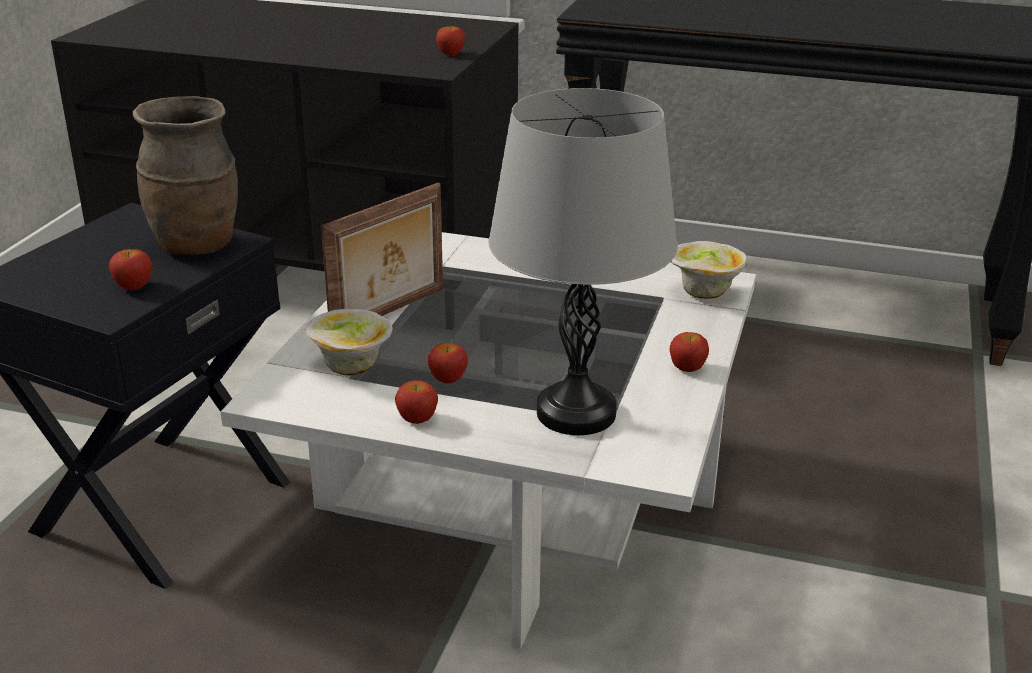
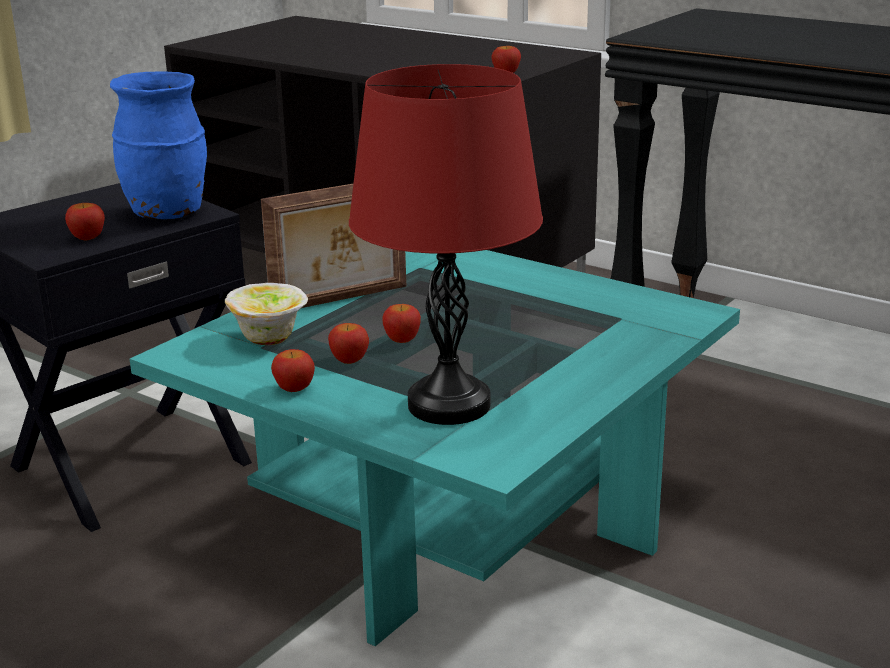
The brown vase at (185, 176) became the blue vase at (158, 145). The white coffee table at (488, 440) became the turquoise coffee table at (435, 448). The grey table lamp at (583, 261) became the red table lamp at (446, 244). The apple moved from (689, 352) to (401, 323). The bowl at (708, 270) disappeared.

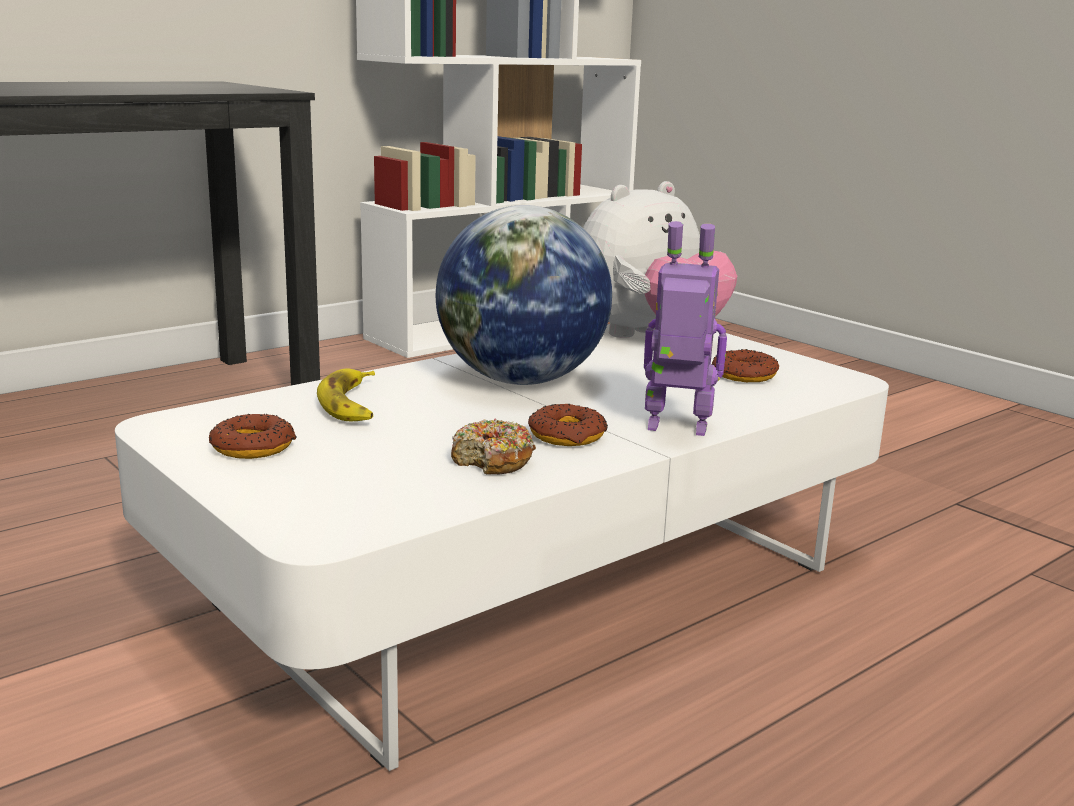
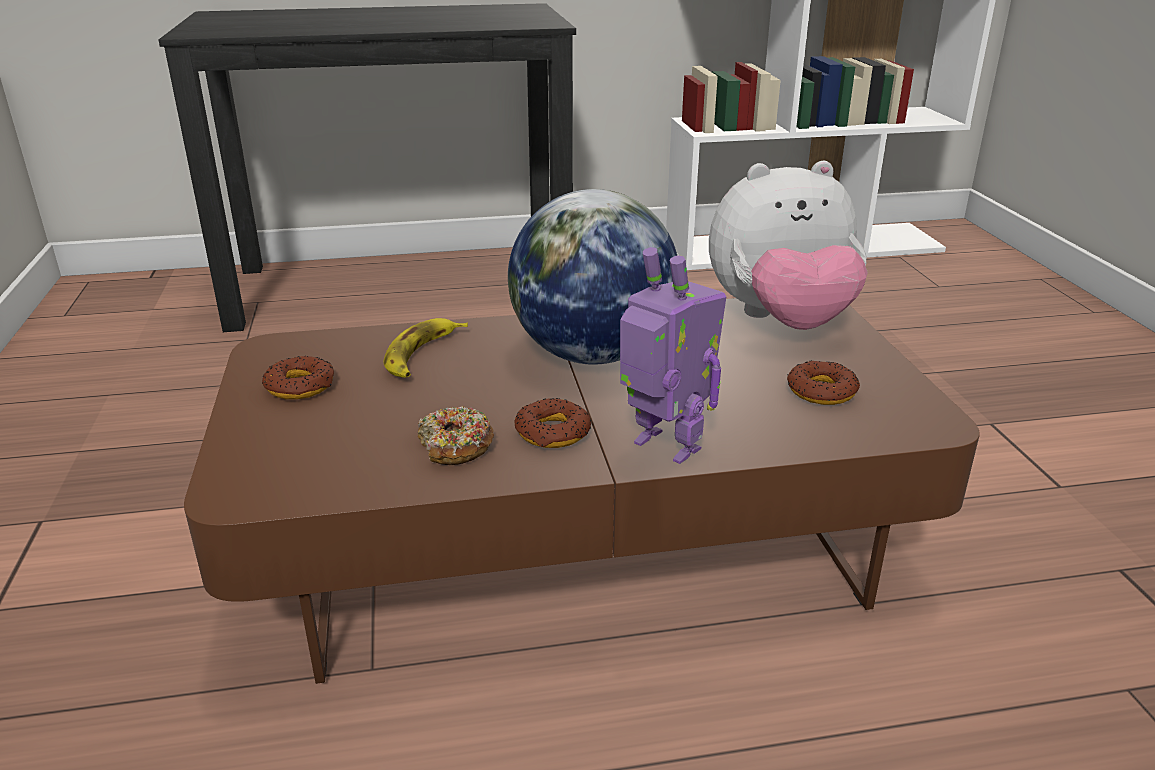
The white coffee table at (502, 547) became the brown coffee table at (582, 491).

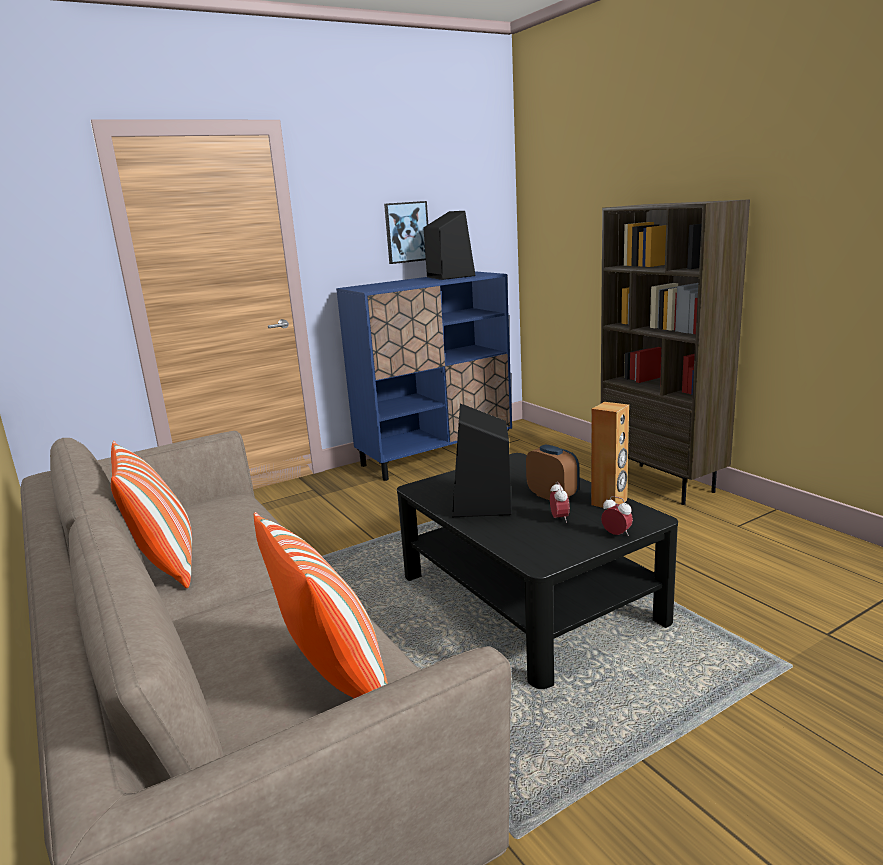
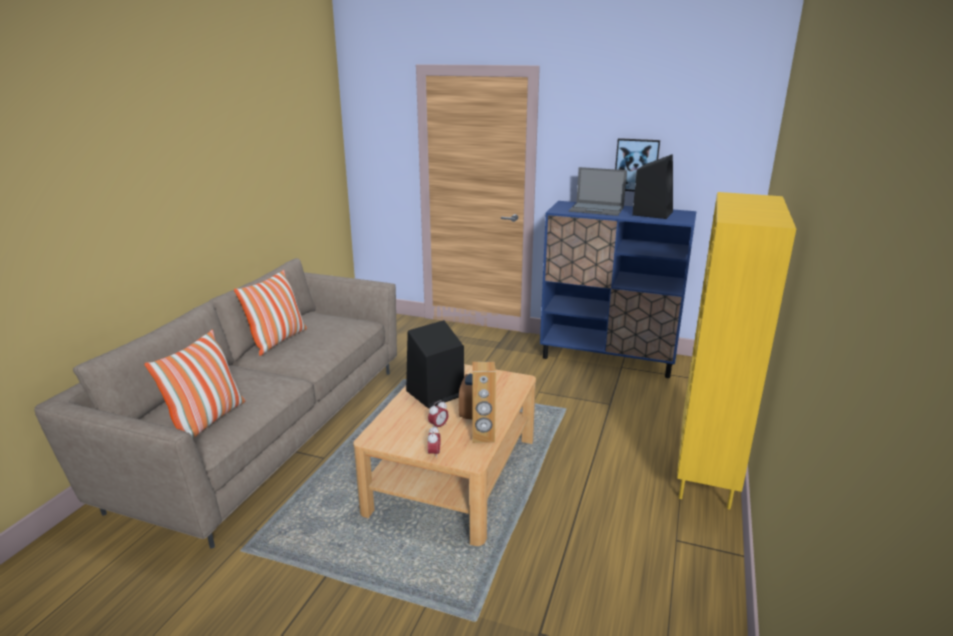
The black coffee table at (537, 571) became the beige coffee table at (444, 455). The brown bookcase at (675, 352) became the yellow bookcase at (736, 351). The laptop at (598, 191) appeared.

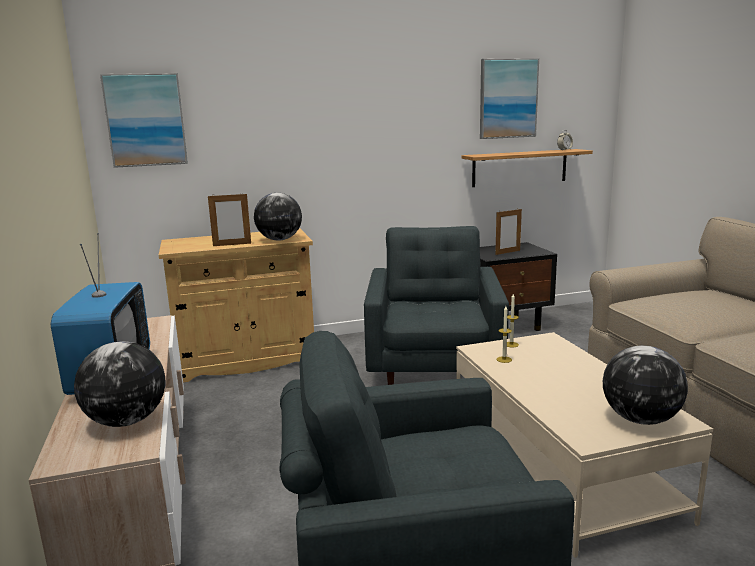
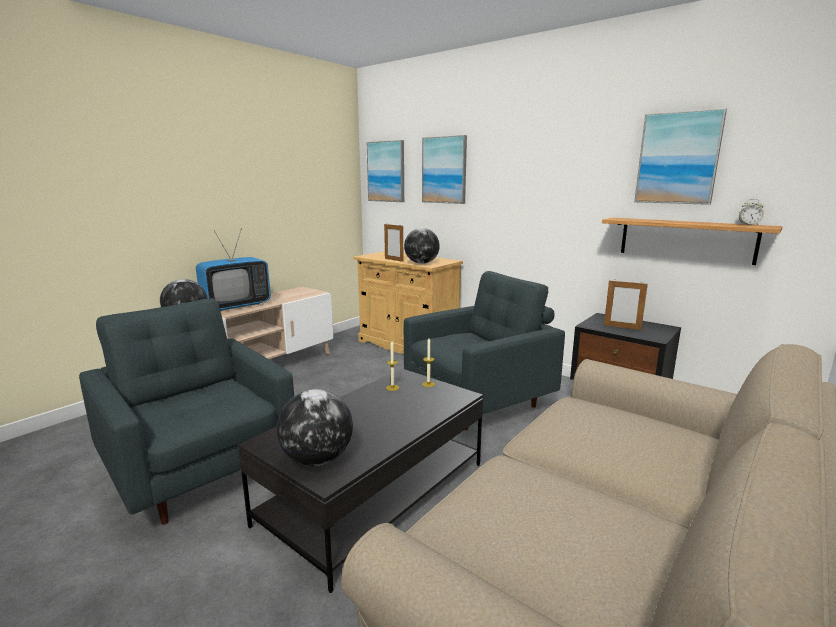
The beige coffee table at (584, 445) became the black coffee table at (360, 481). The picture at (444, 169) appeared.

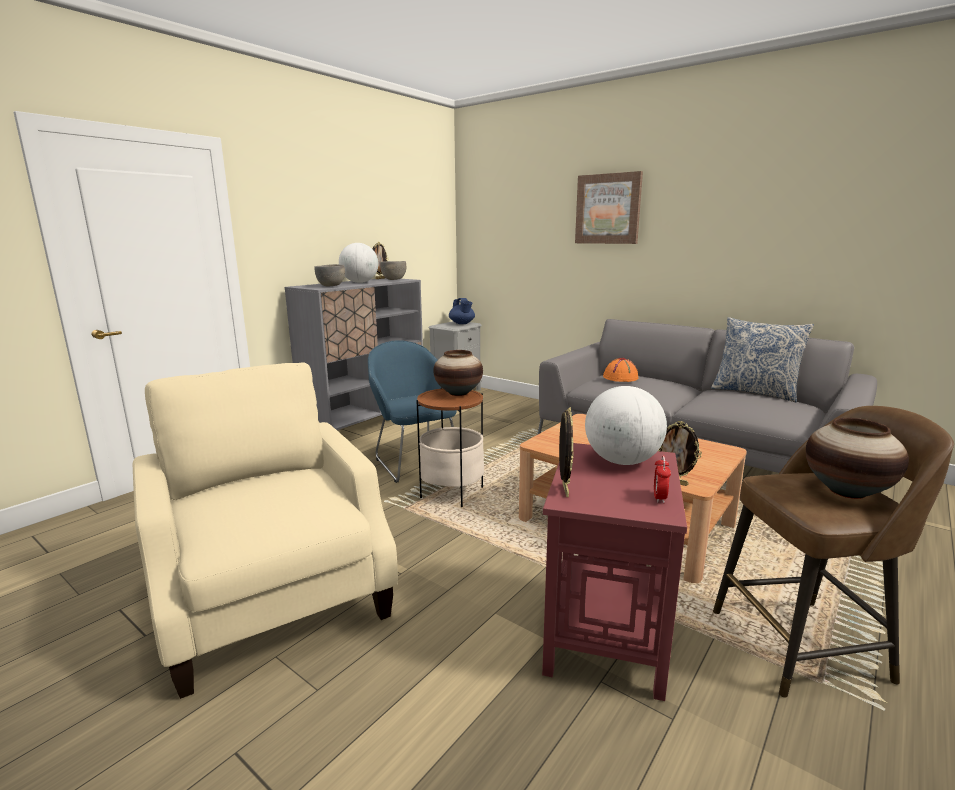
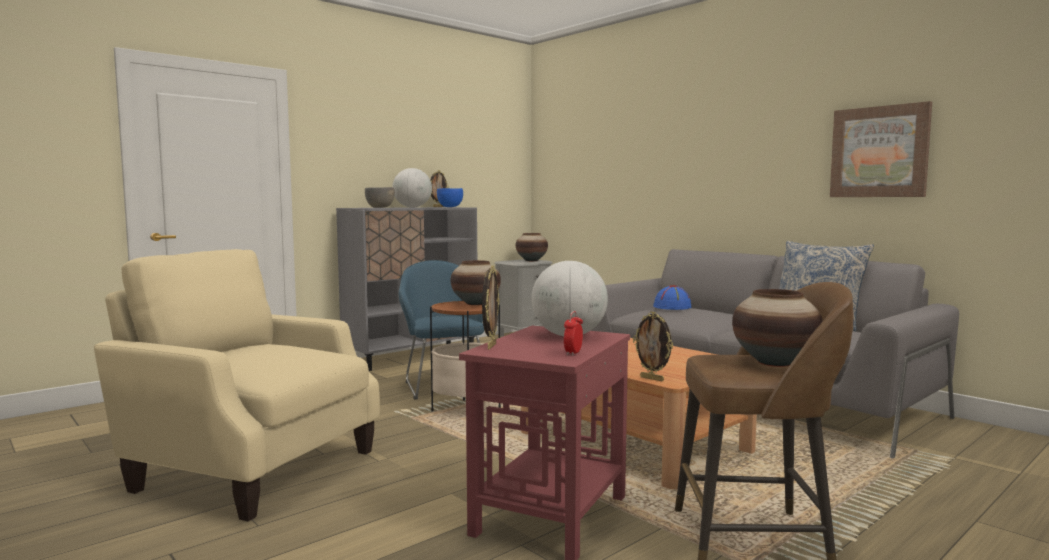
The beige armchair at (265, 530) turned 45 degrees counterclockwise. The grey bowl at (393, 270) became the blue bowl at (450, 197). The blue teapot at (462, 311) was replaced by the vase at (532, 247). The picture moved from (609, 207) to (881, 149). The orange hat at (620, 370) became the blue hat at (672, 297).

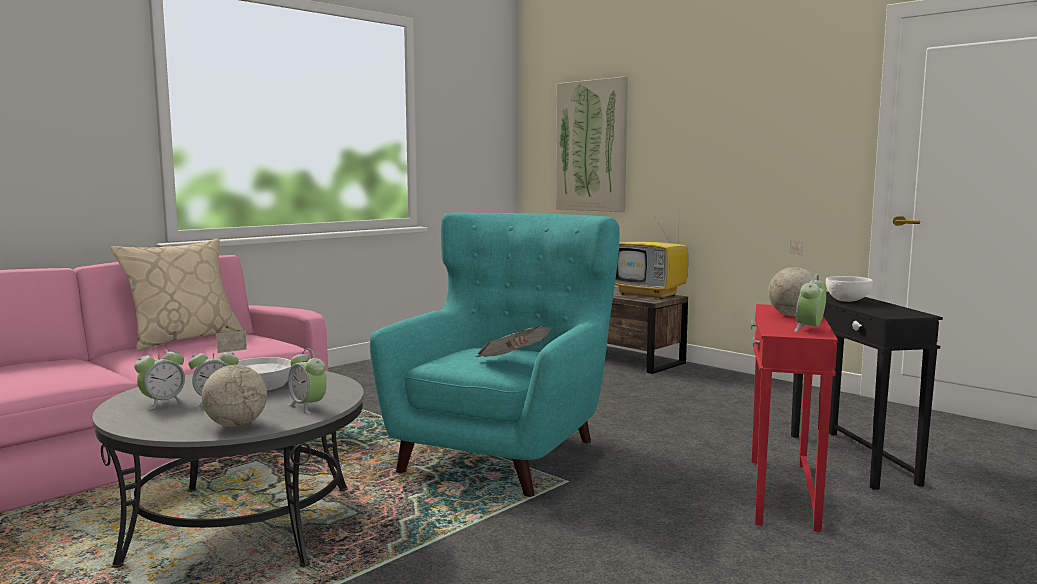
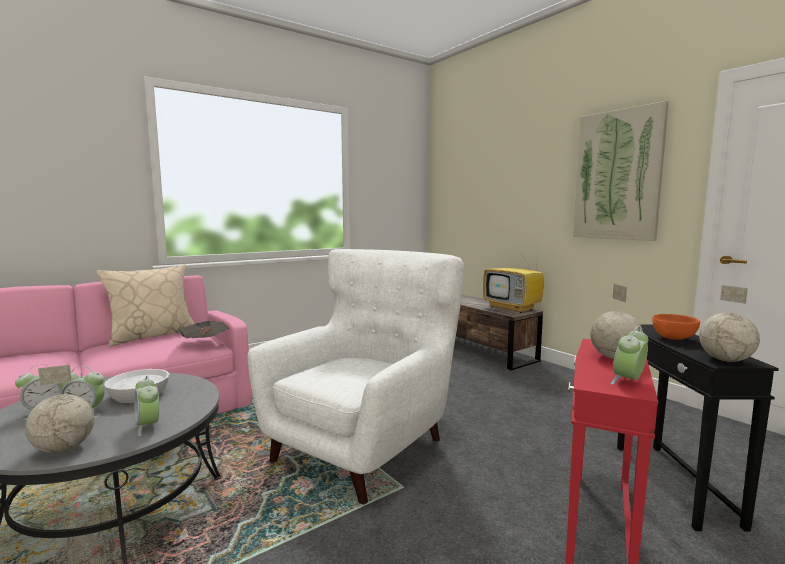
The turquoise armchair at (495, 355) became the white armchair at (355, 376). The newspaper moved from (513, 341) to (203, 329). The picture moved from (592, 144) to (621, 171). The white bowl at (849, 289) became the orange bowl at (676, 327). The globe at (729, 323) appeared.

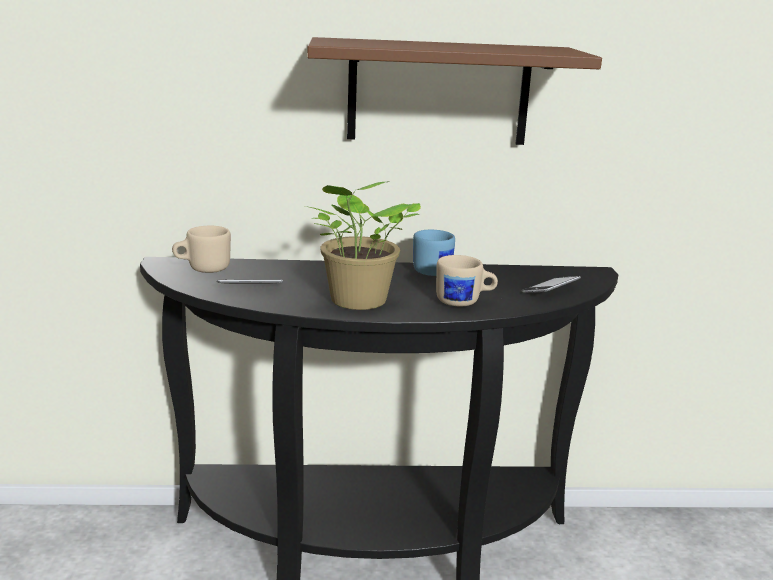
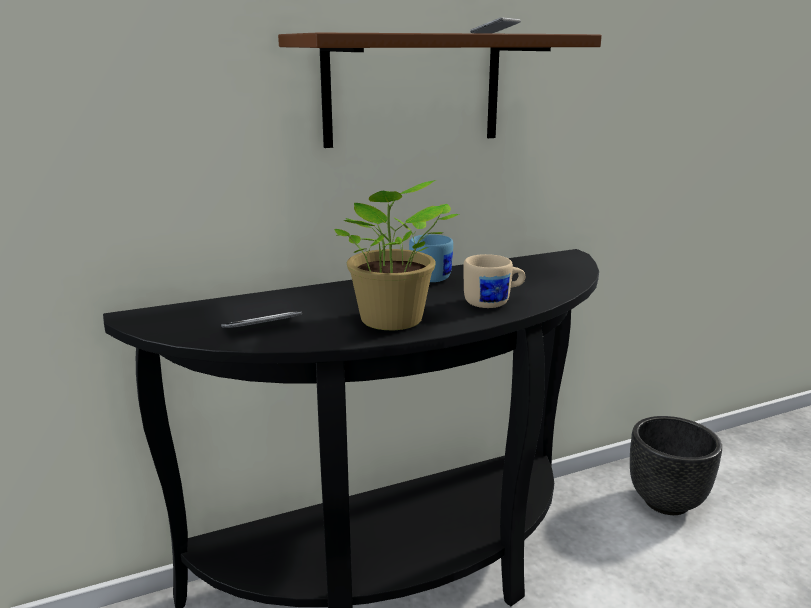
The beige mug at (201, 249) disappeared. The phone moved from (551, 284) to (495, 25). The black planter at (676, 465) appeared.

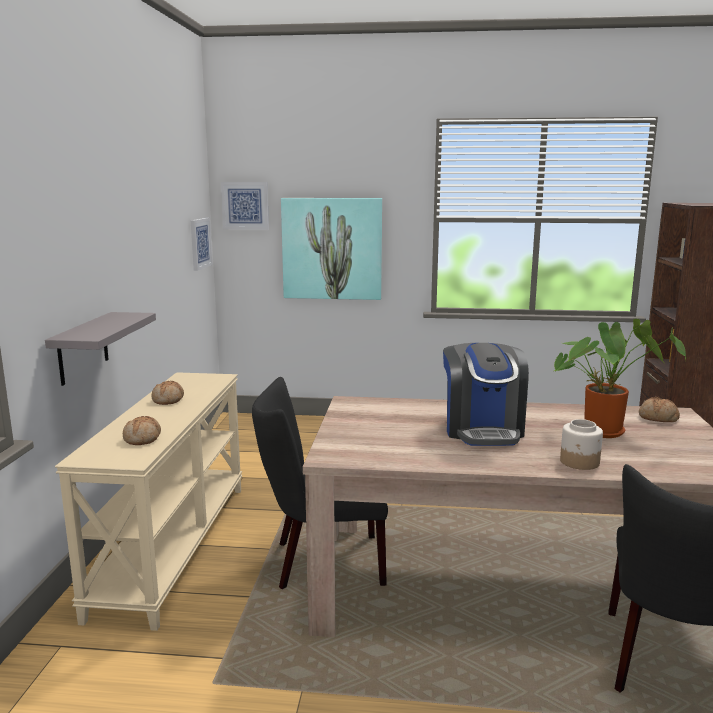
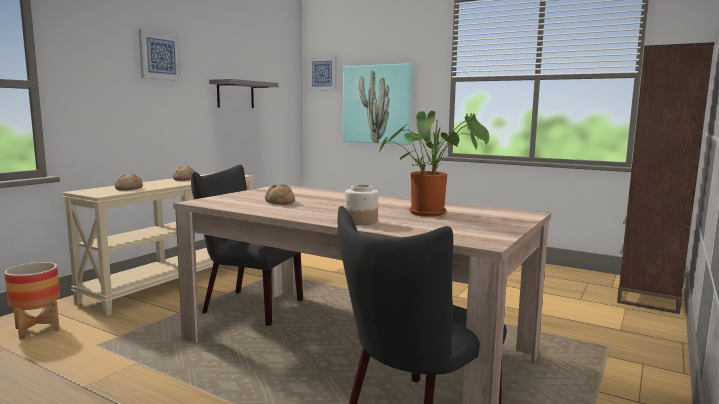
The grey shelf moved from (100, 349) to (244, 93). The picture moved from (202, 244) to (160, 55). The coffee machine at (486, 394) disappeared. The bread moved from (659, 409) to (280, 194). The planter at (32, 301) appeared.

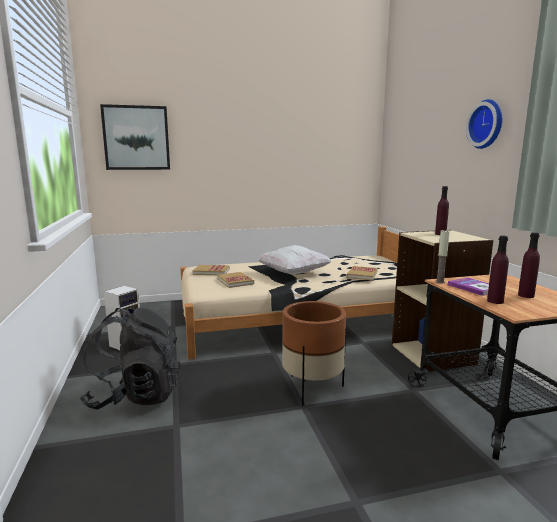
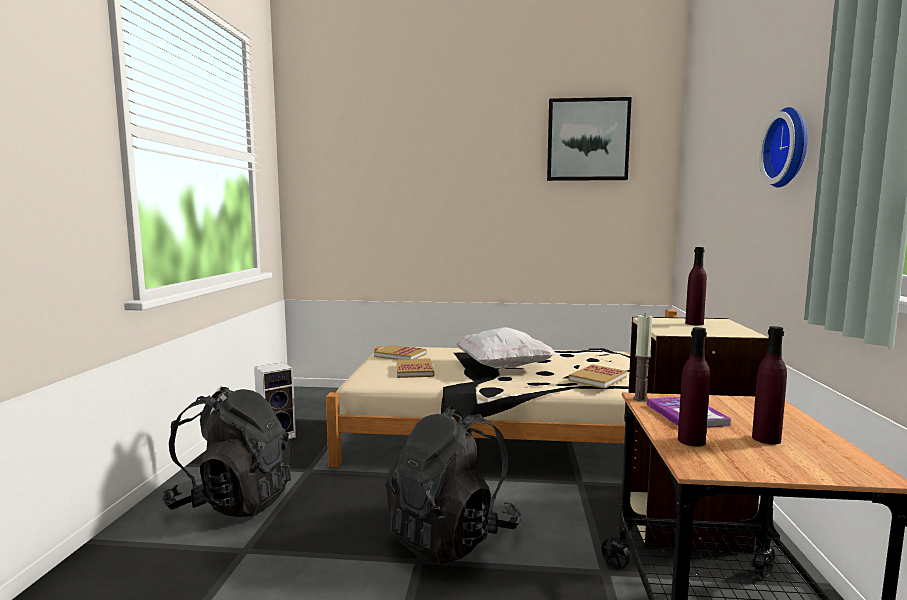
The picture moved from (135, 137) to (589, 139). The brown planter at (314, 353) was replaced by the black backpack at (453, 485).

